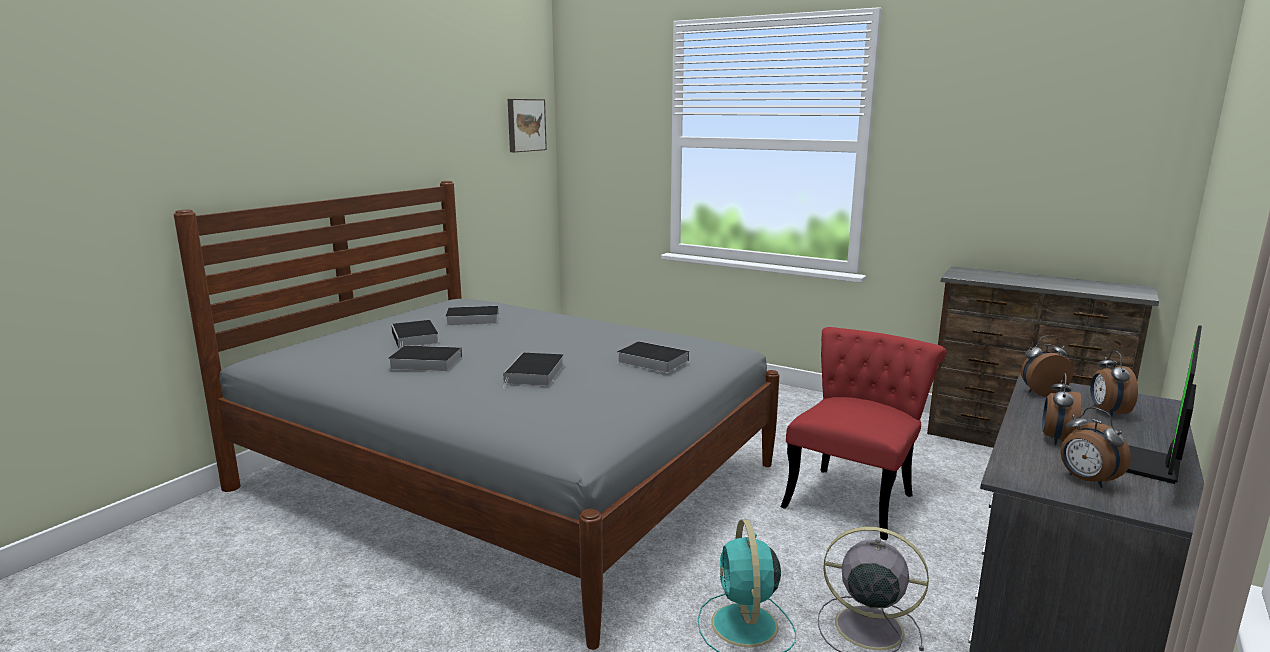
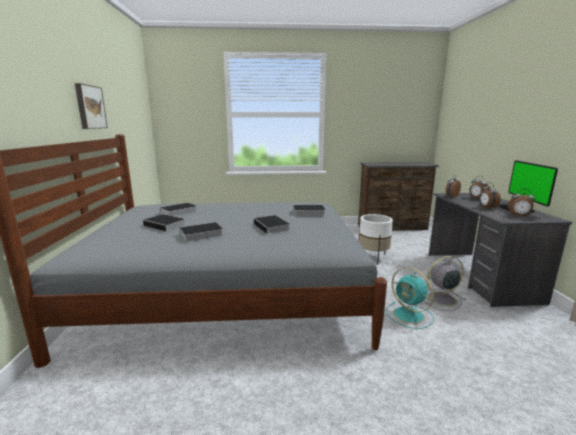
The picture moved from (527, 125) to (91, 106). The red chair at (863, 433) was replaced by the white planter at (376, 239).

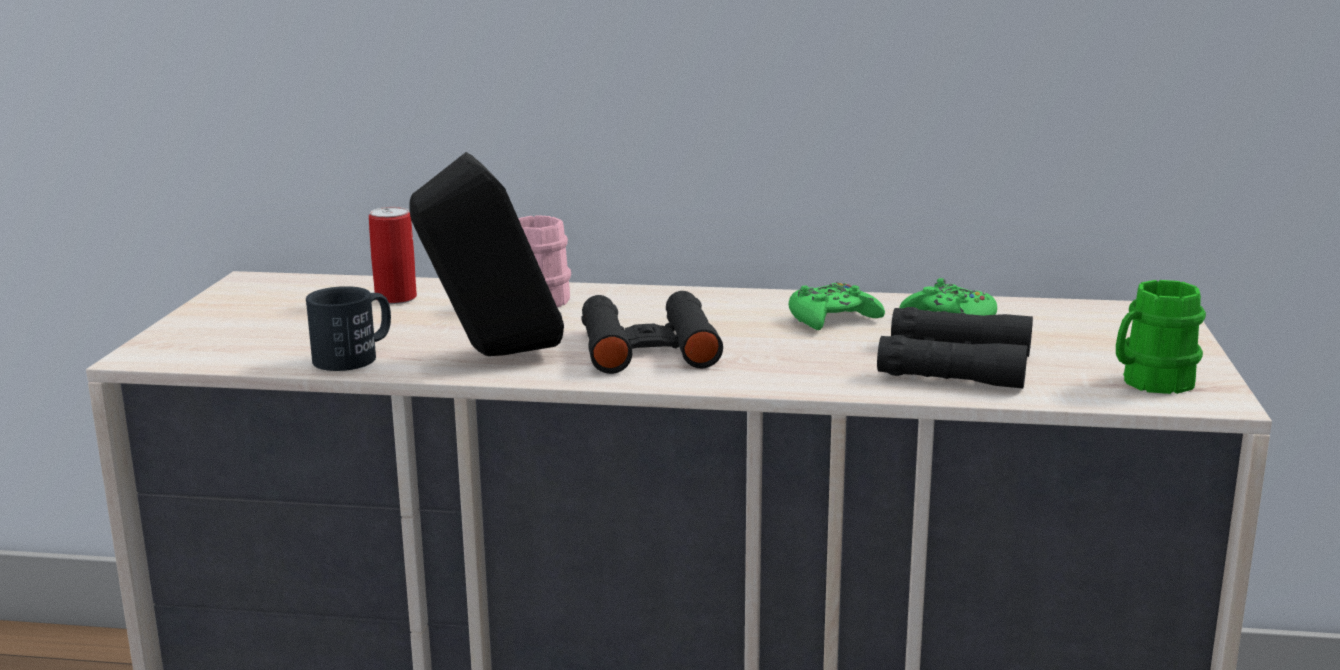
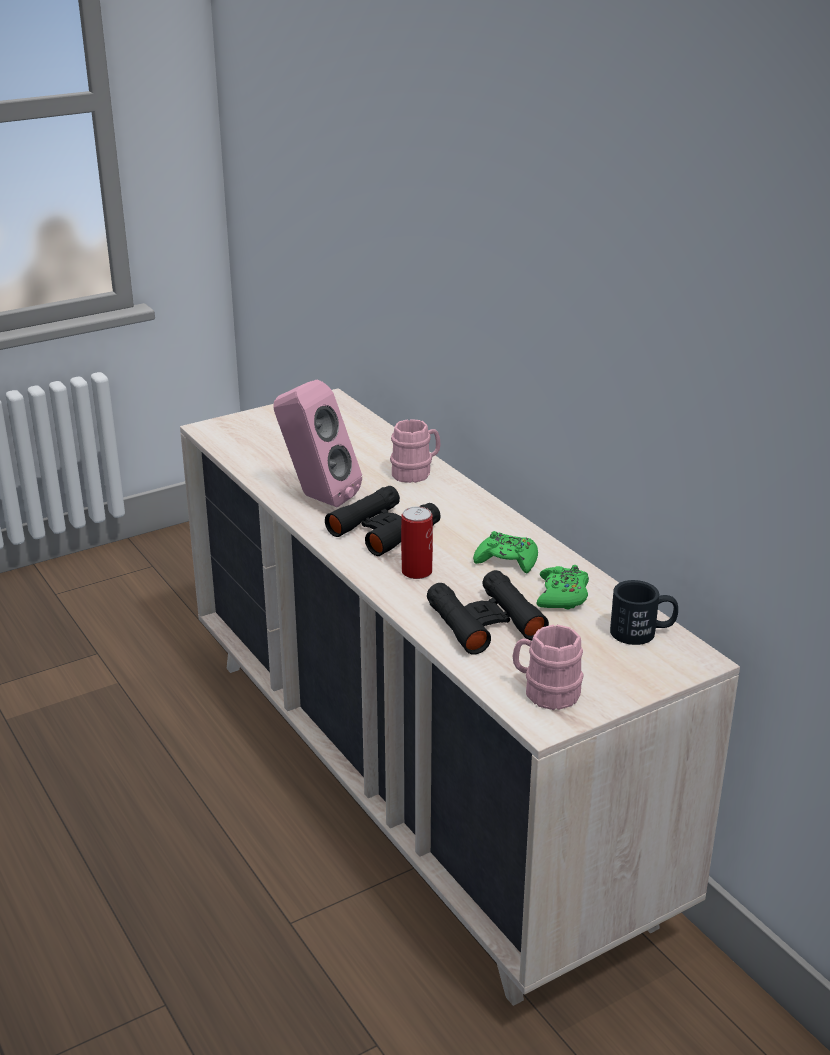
The black mug moved from (348, 328) to (644, 612). The can moved from (393, 255) to (417, 542). The black speaker at (486, 254) became the pink speaker at (317, 443). The green mug at (1161, 337) became the pink mug at (548, 667).

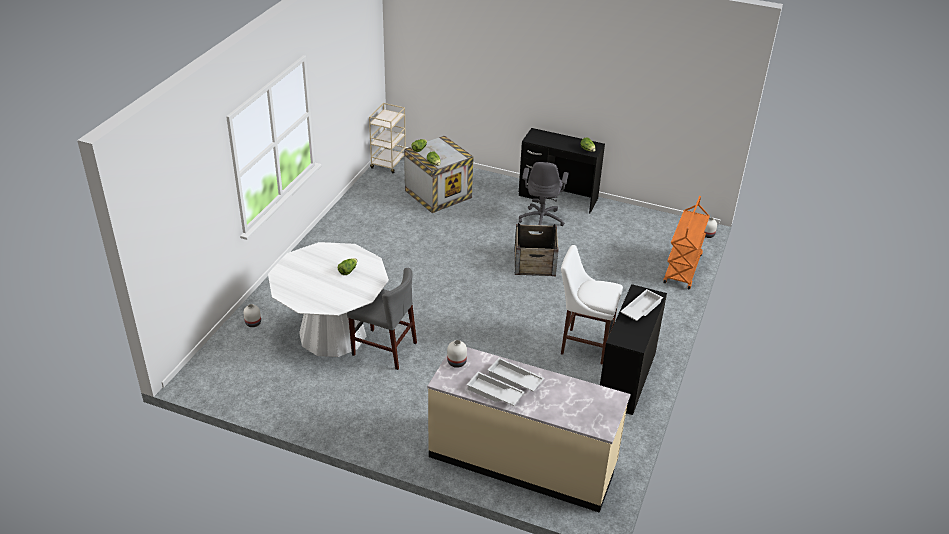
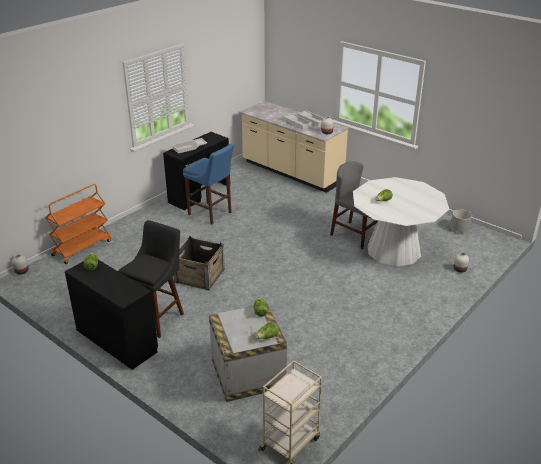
The grey office chair at (544, 197) was replaced by the black stool at (151, 279). The white stool at (592, 305) became the blue stool at (208, 184). The grey planter at (461, 221) appeared.

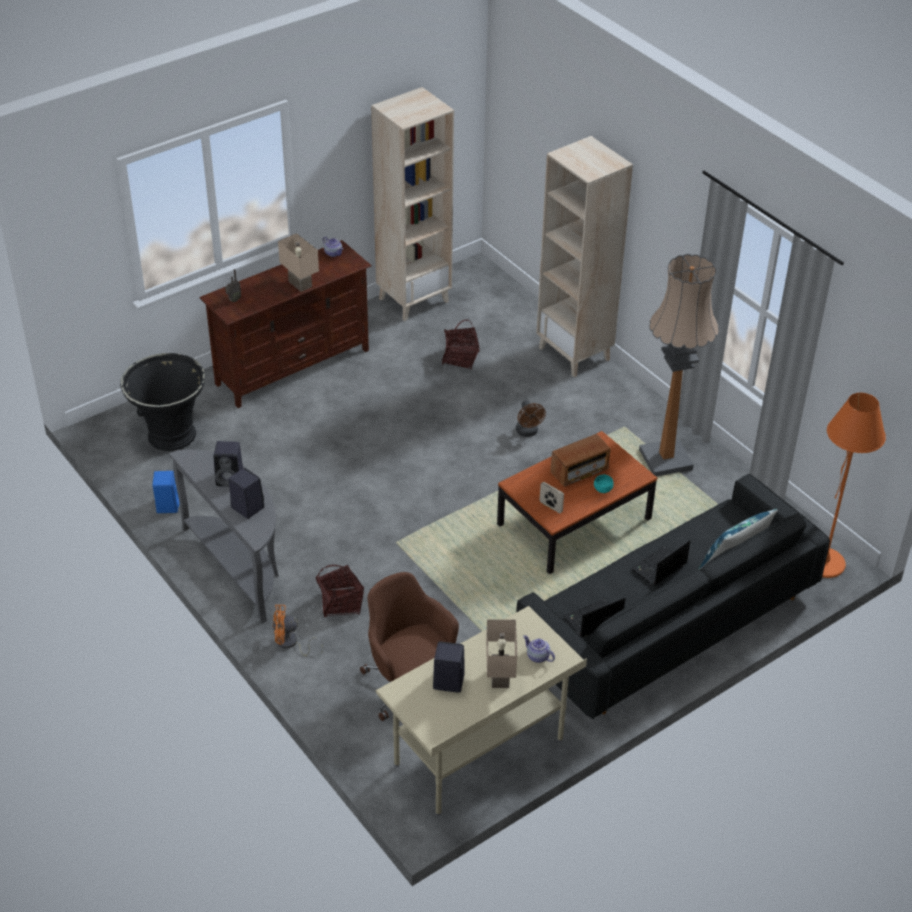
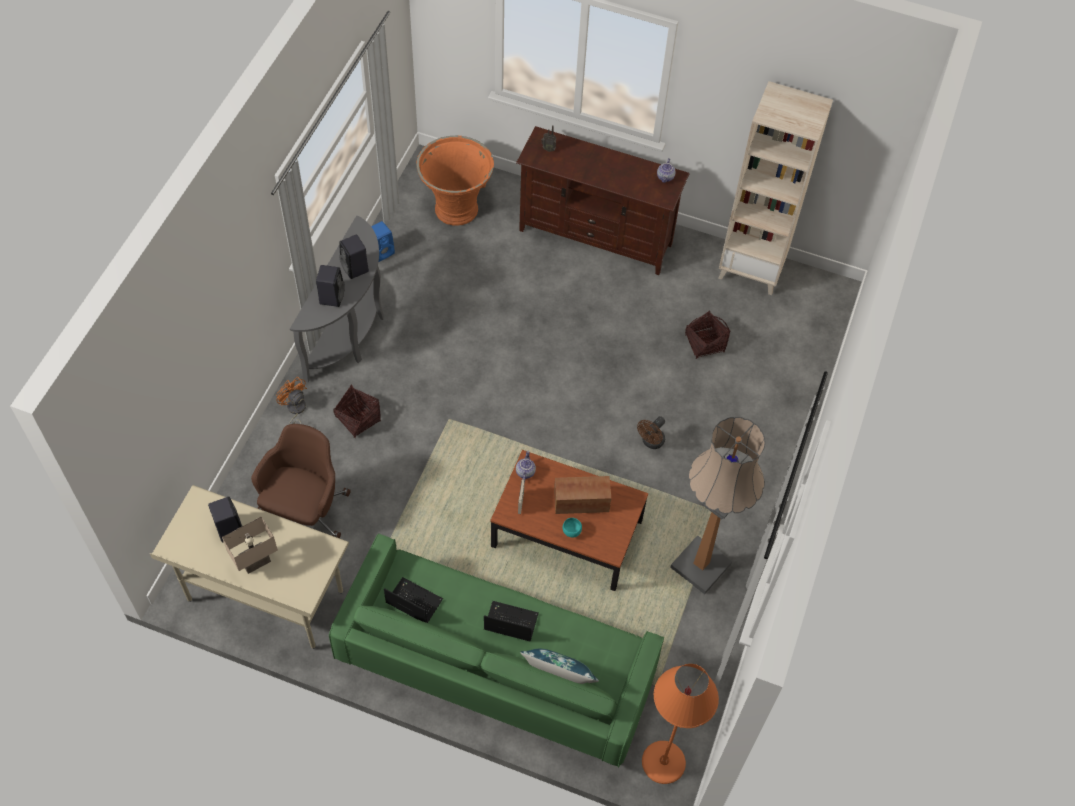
The black planter at (162, 402) became the orange planter at (455, 181). The beige table lamp at (298, 262) disappeared. The black sofa at (673, 596) became the green sofa at (496, 651). The teapot moved from (539, 649) to (526, 465). The beige bookcase at (584, 256) disappeared. The radio at (580, 460) turned 150 degrees clockwise.

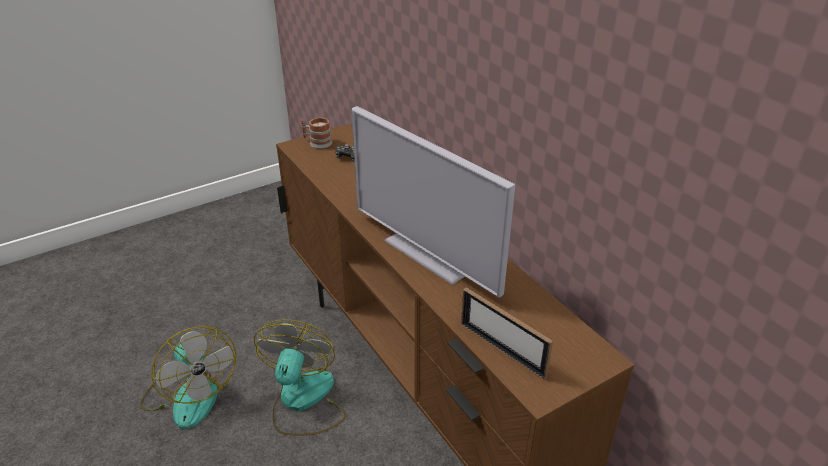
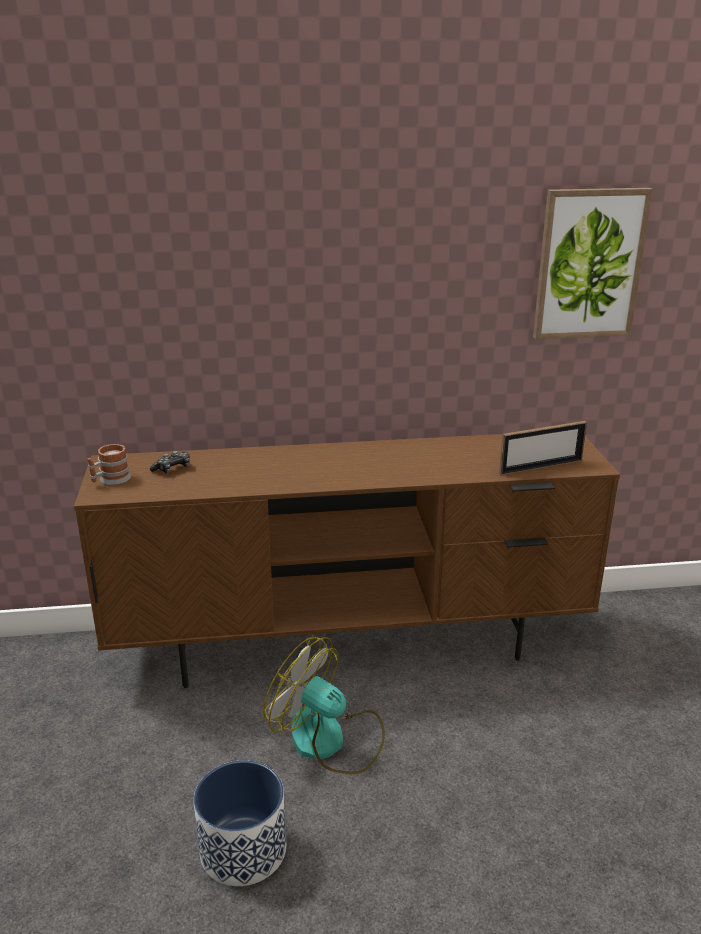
The fan at (188, 377) was replaced by the planter at (240, 823). The television at (433, 201) disappeared. The picture at (593, 263) appeared.

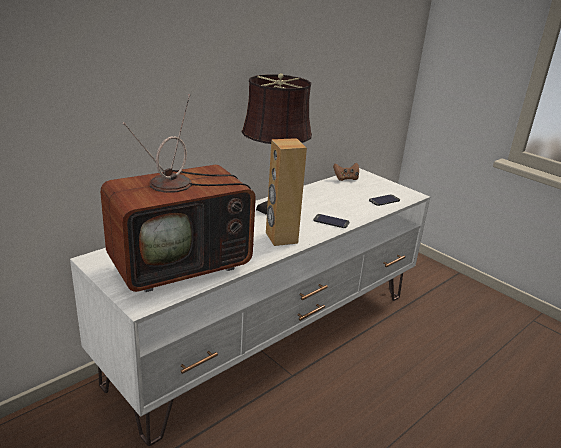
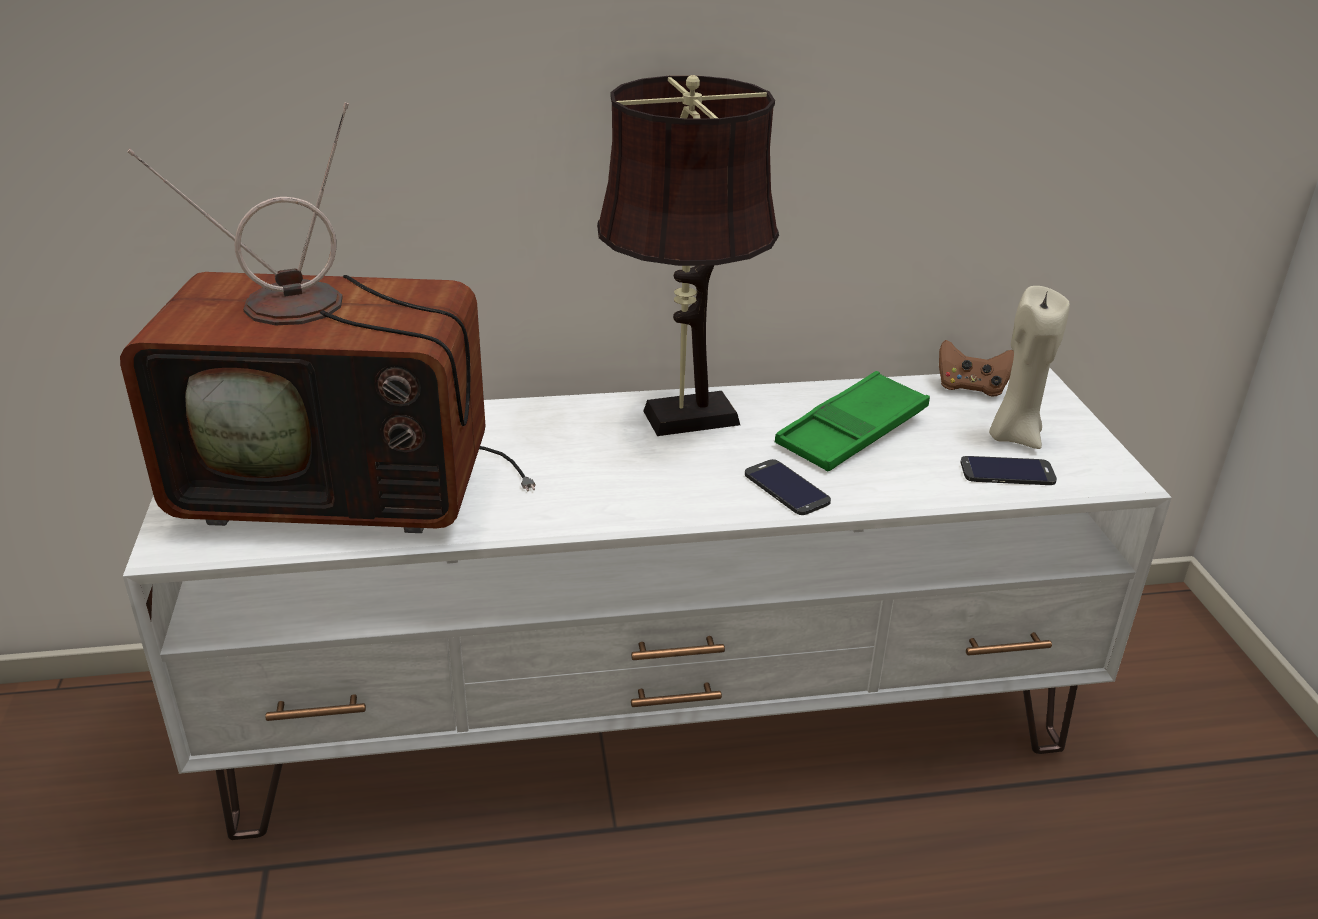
The brown speaker at (286, 192) disappeared. The green tray at (852, 421) appeared. The beige candle at (1029, 367) appeared.

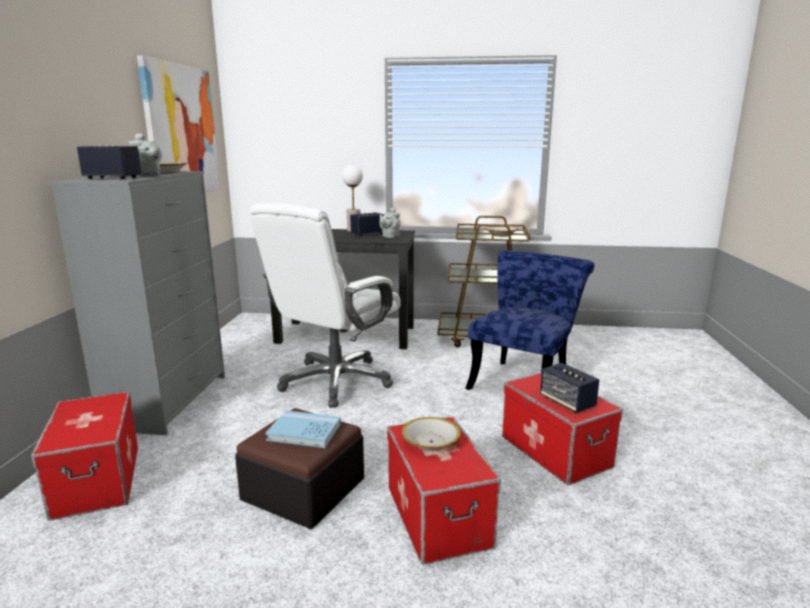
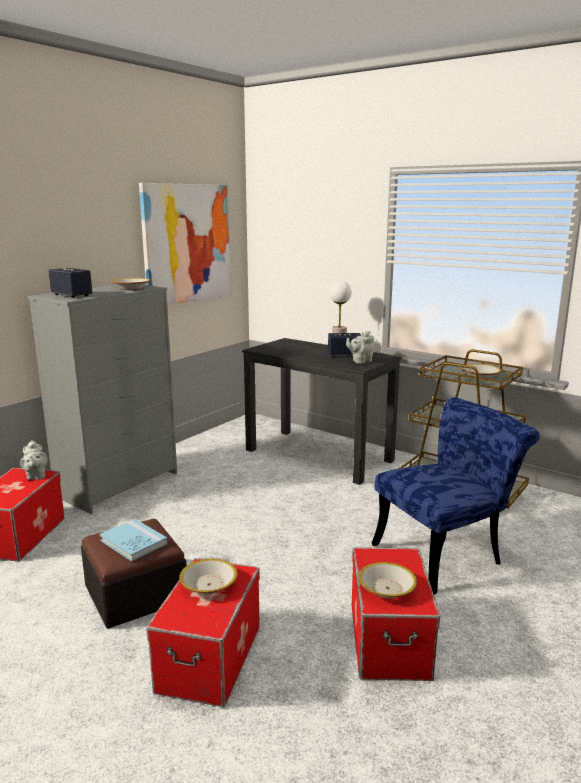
The grey teapot moved from (145, 154) to (34, 460). The white office chair at (325, 305) disappeared. The speaker at (569, 388) was replaced by the bowl at (387, 580).

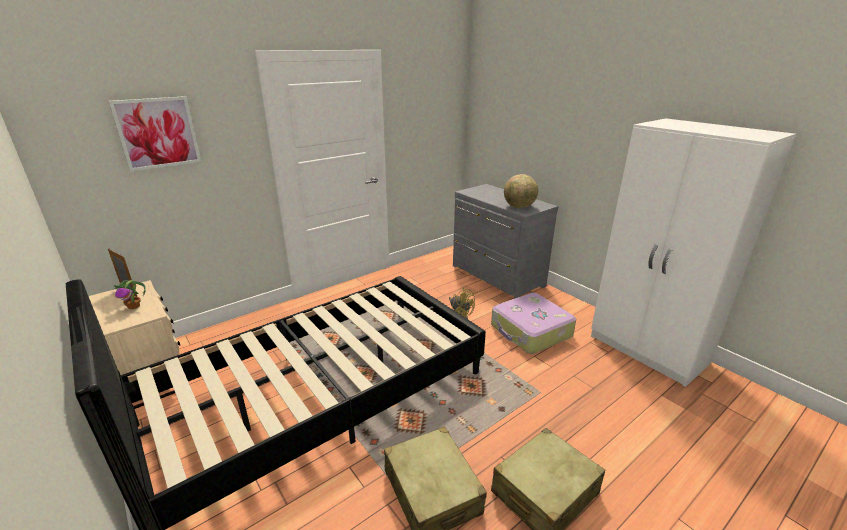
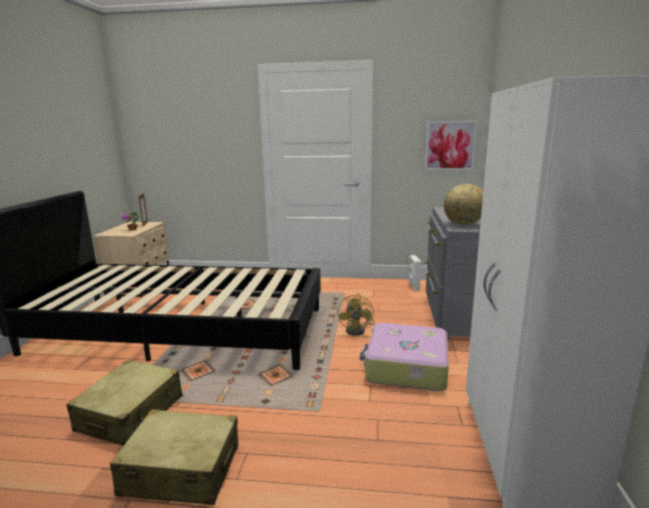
The picture moved from (155, 134) to (451, 145). The white speaker at (415, 273) appeared.

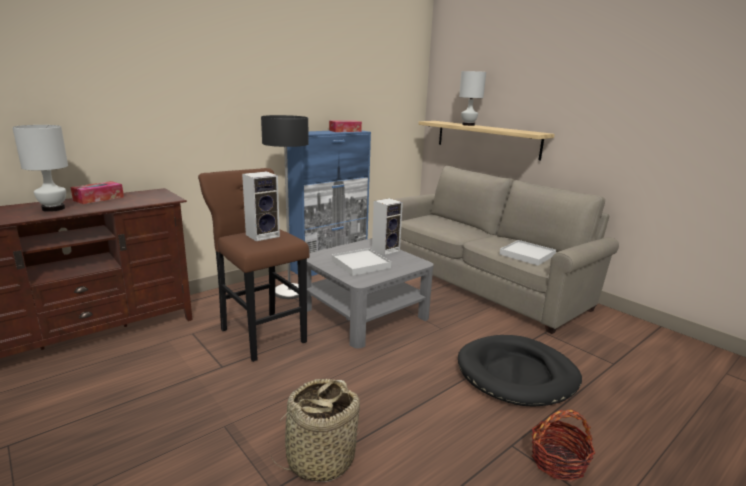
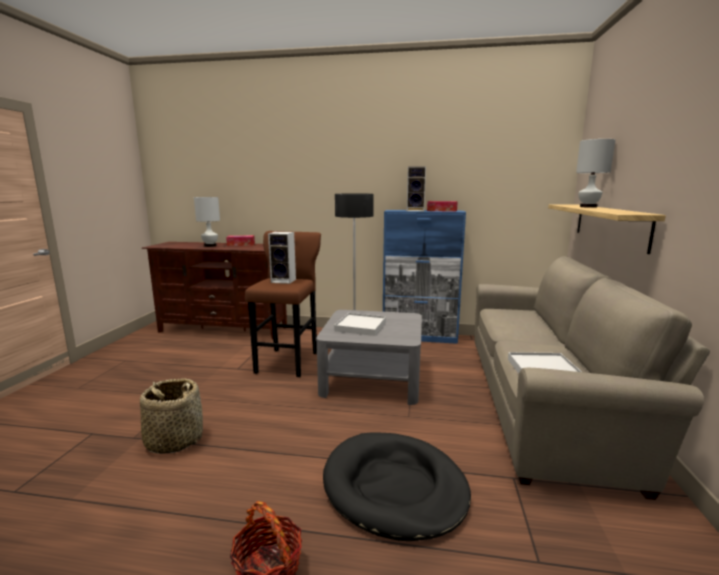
The speaker moved from (387, 226) to (416, 188).

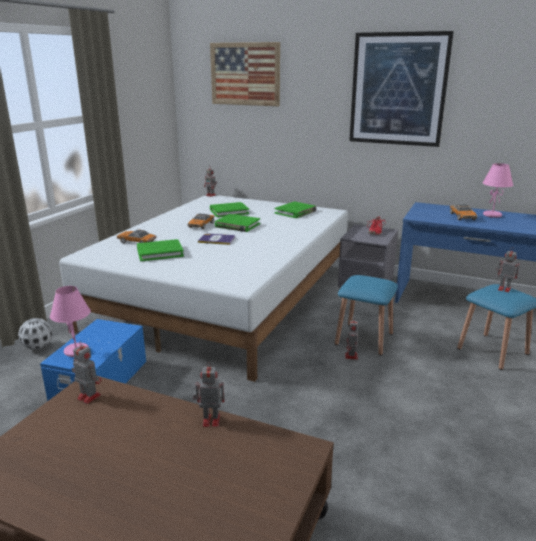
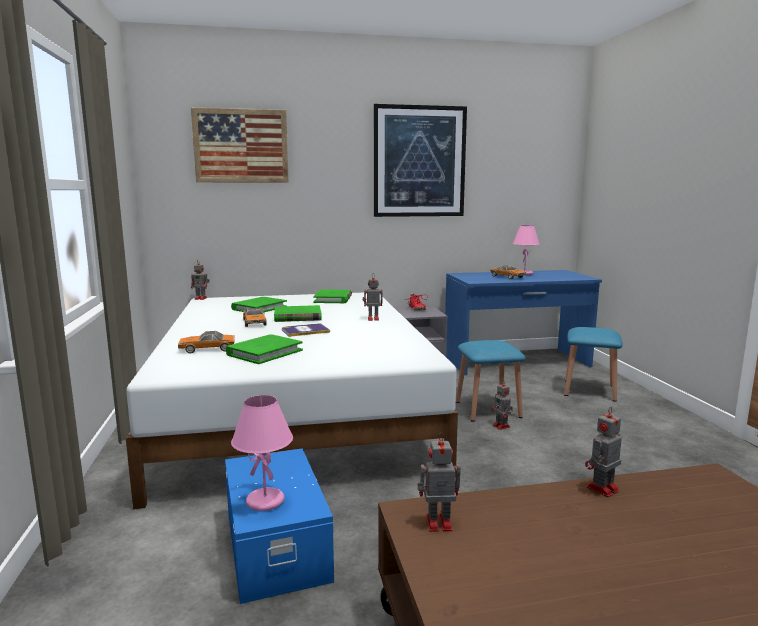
The football at (35, 334) disappeared. The toy robot moved from (507, 270) to (372, 297).

